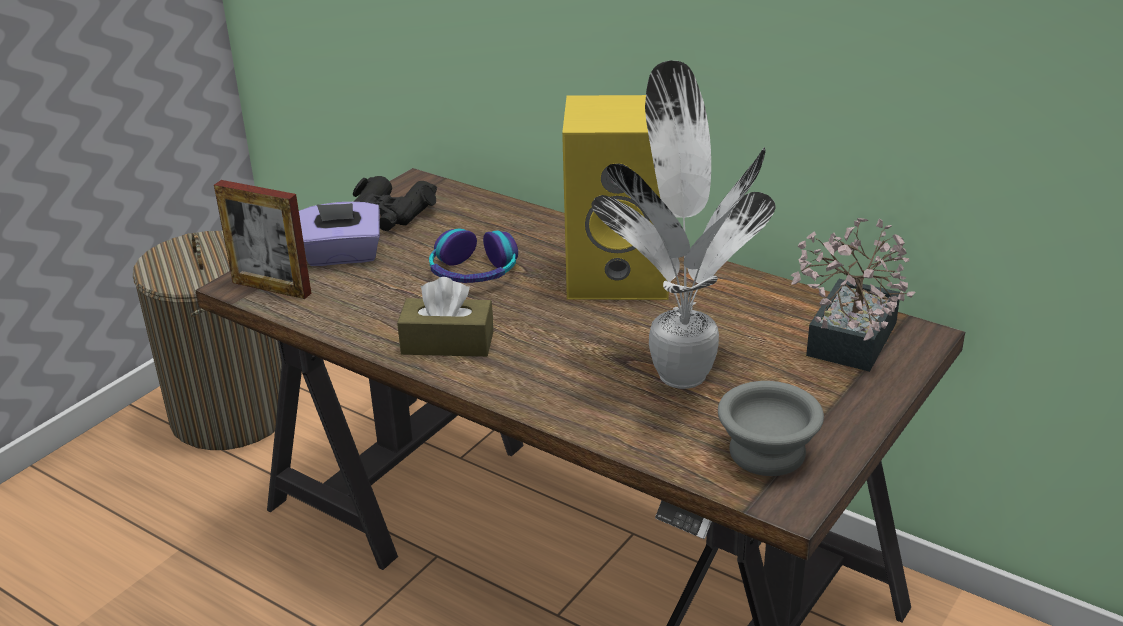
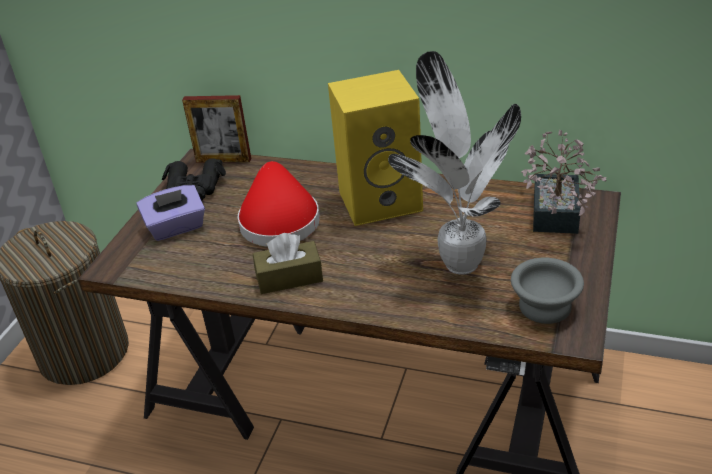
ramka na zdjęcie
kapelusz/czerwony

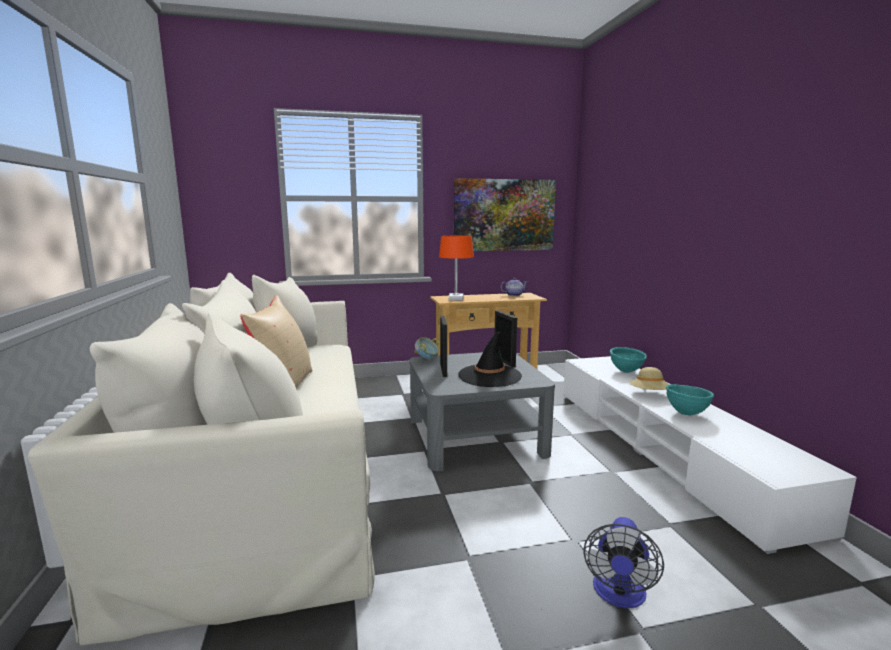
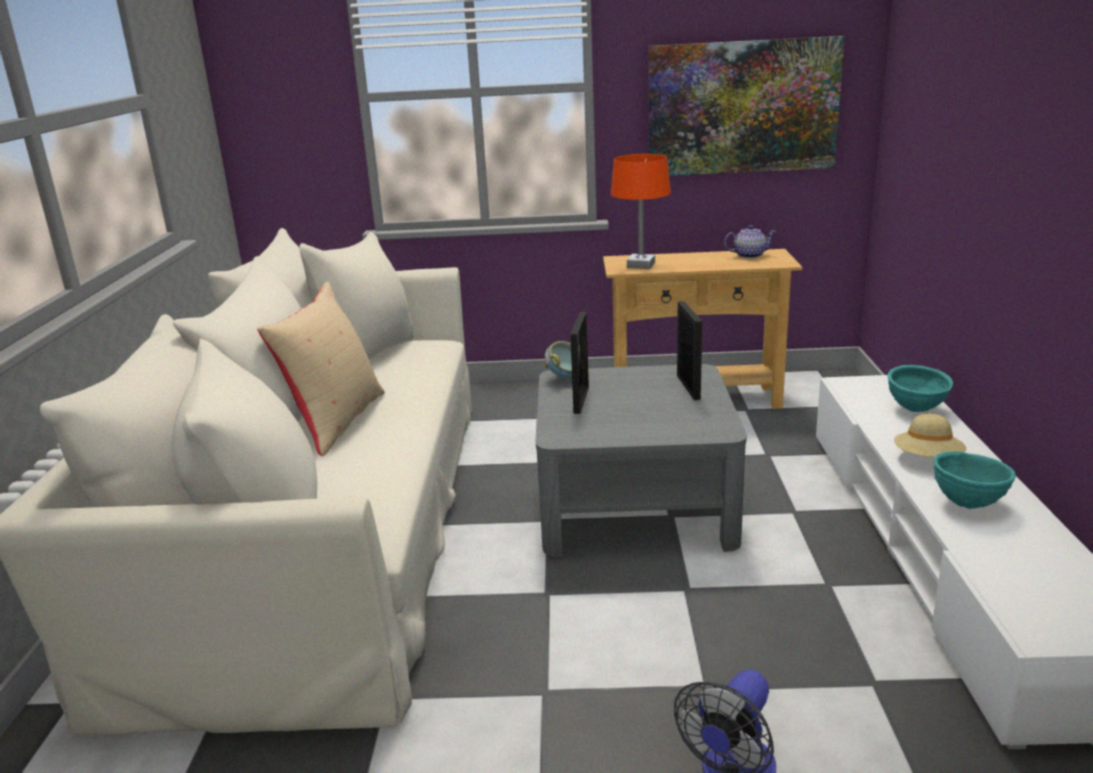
kapelusz/czarny

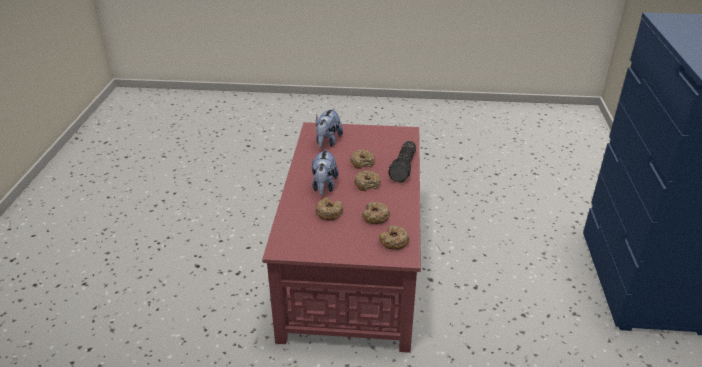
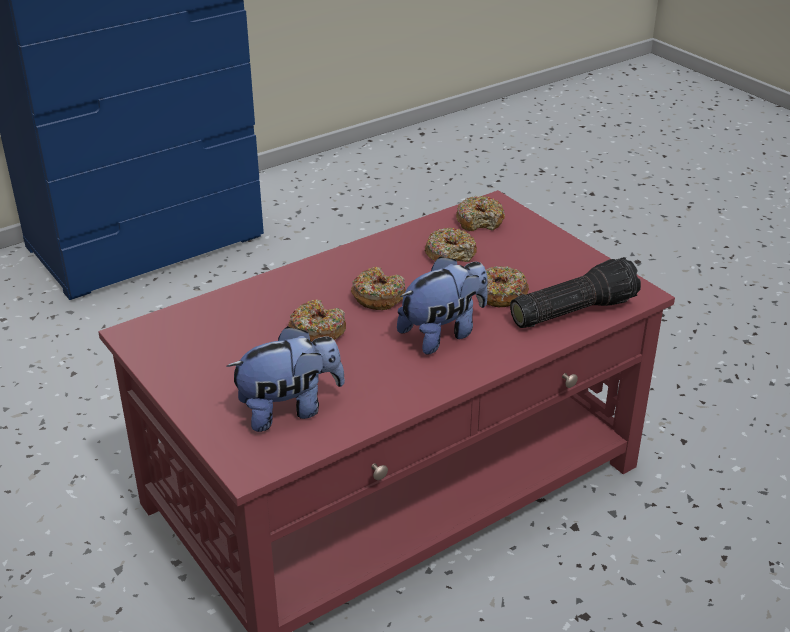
latarka

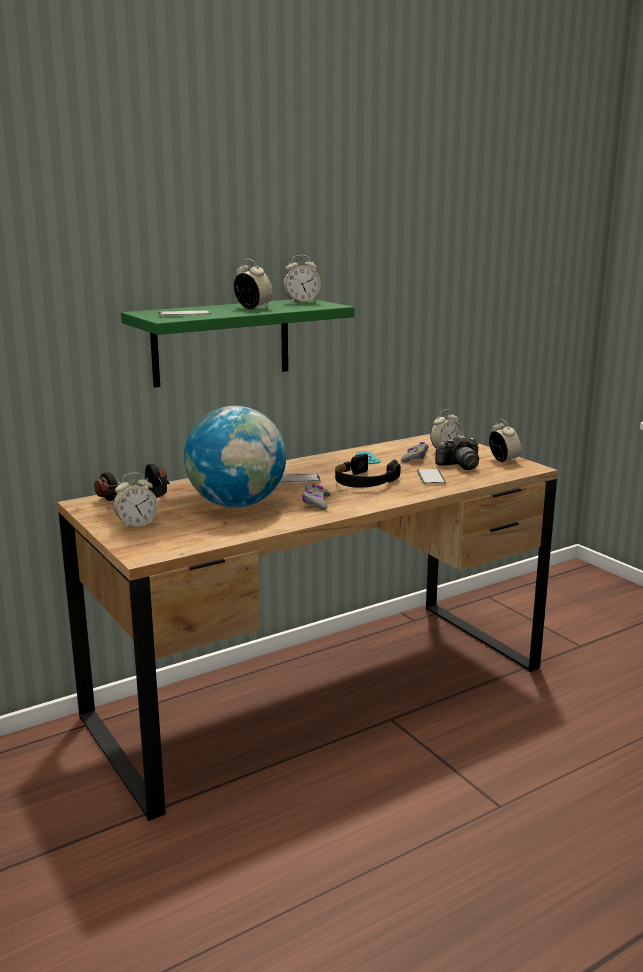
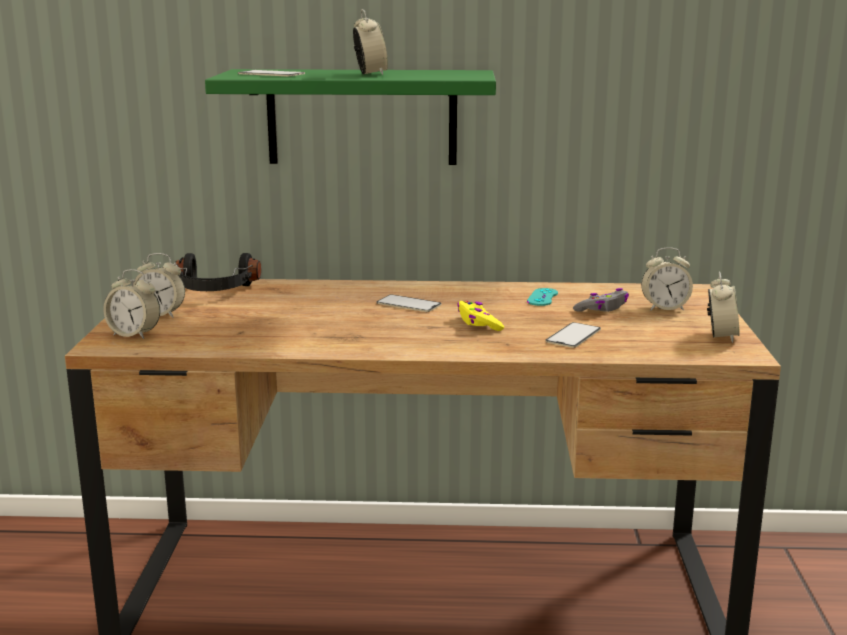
budzik (1st from left)
pad do gier/żółty
globus
pad do gier/szary (1st from left in the first image)
aparat fotograficzny

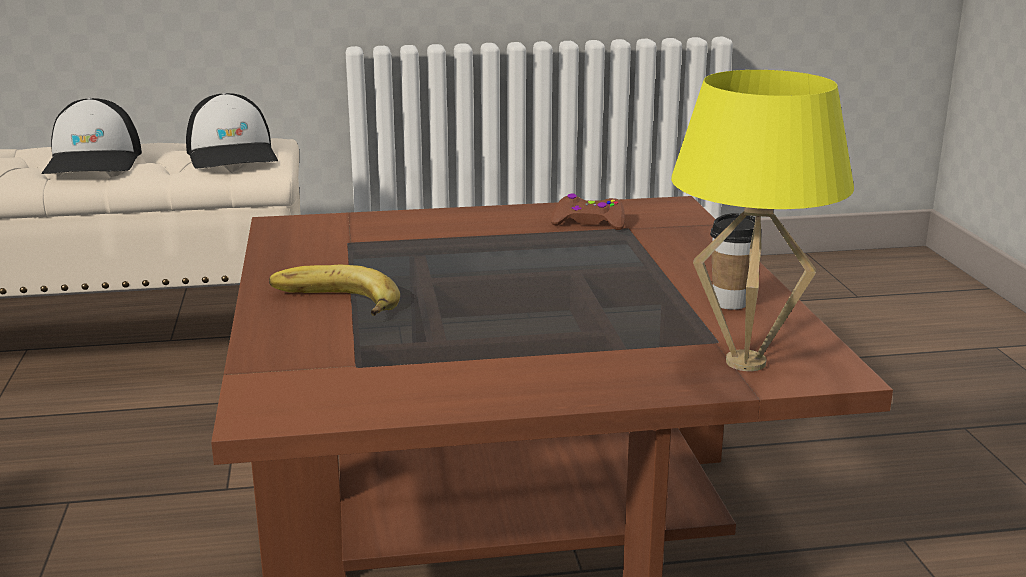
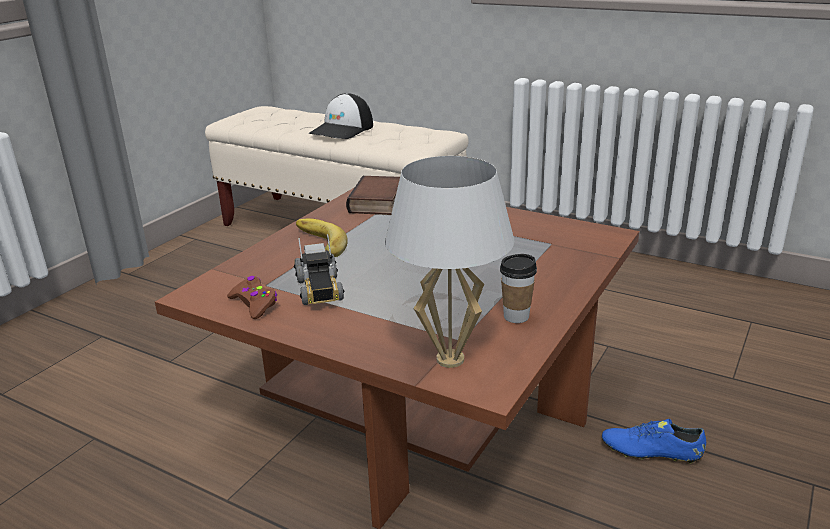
pad do gier/brązowy
ciężarówka zabawkowa
książka
lampa stołowa/biały
but/niebieski
czapka z daszkiem (2nd from left in the first image)

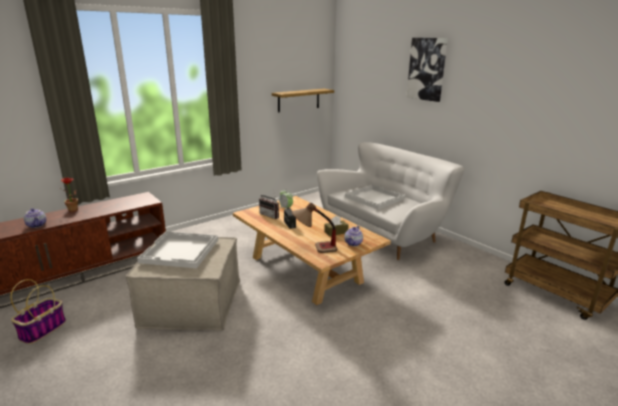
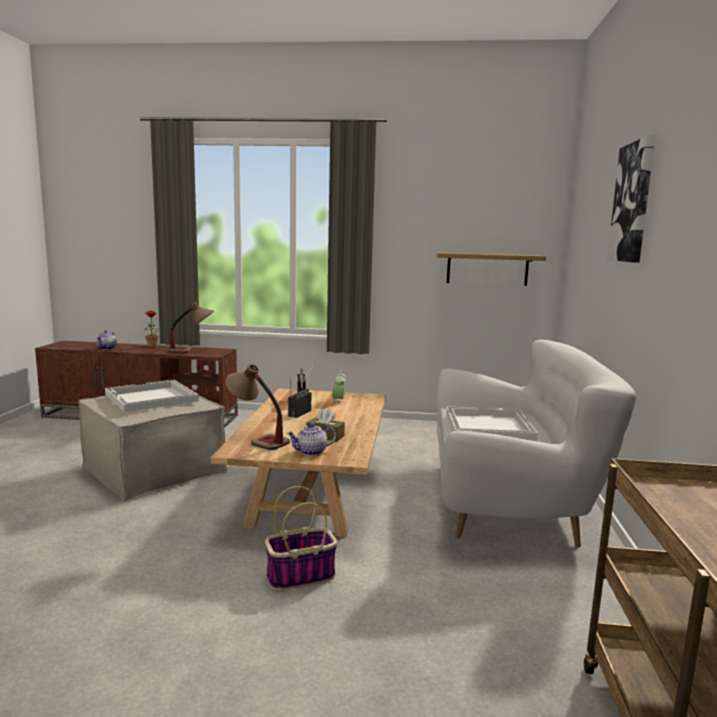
lampa stołowa (1st from left)
koszyk

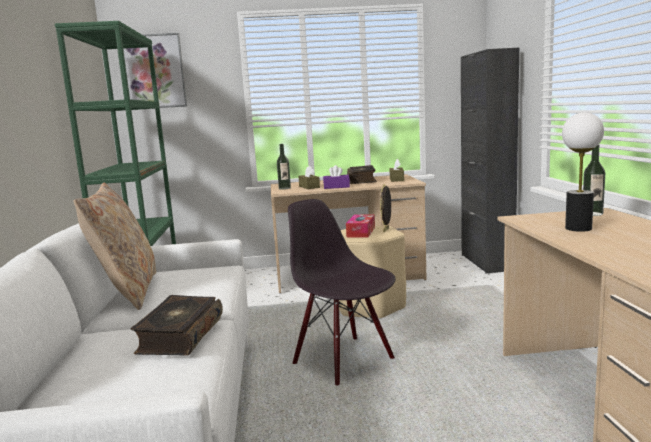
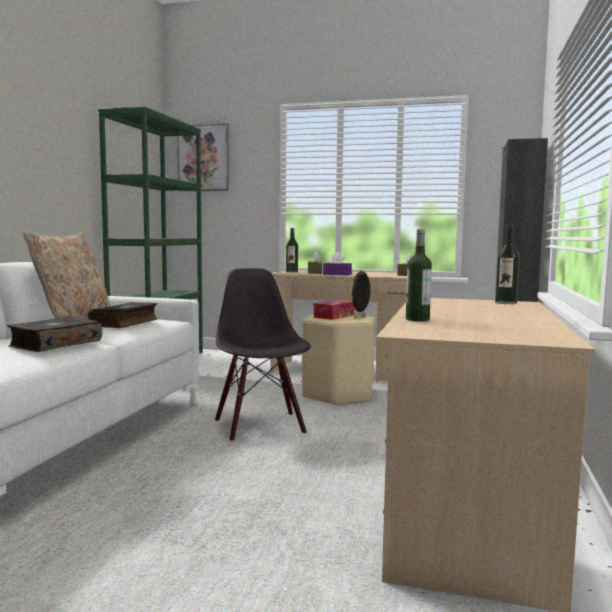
książka (2nd from left)
butelka (2nd from left)
lampa stołowa

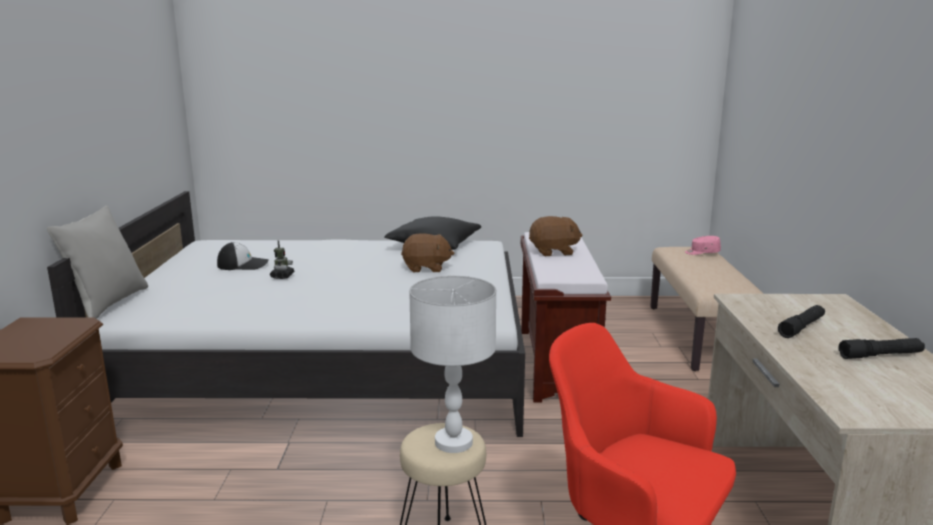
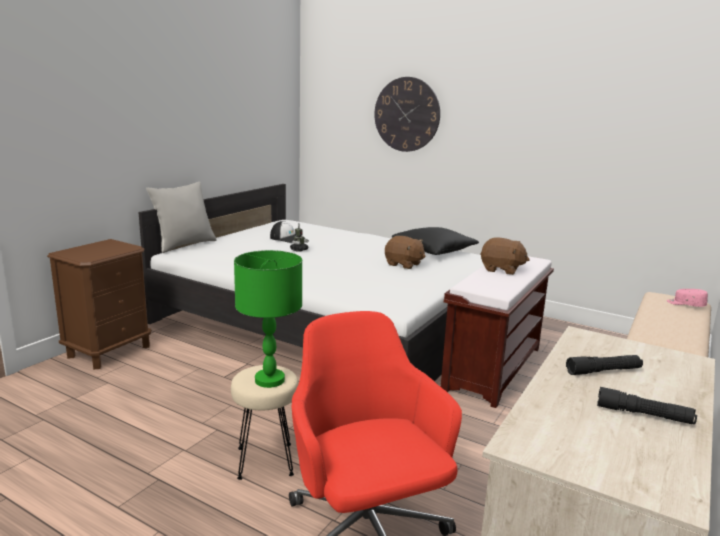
lampa stołowa/zielony
zegar ścienny

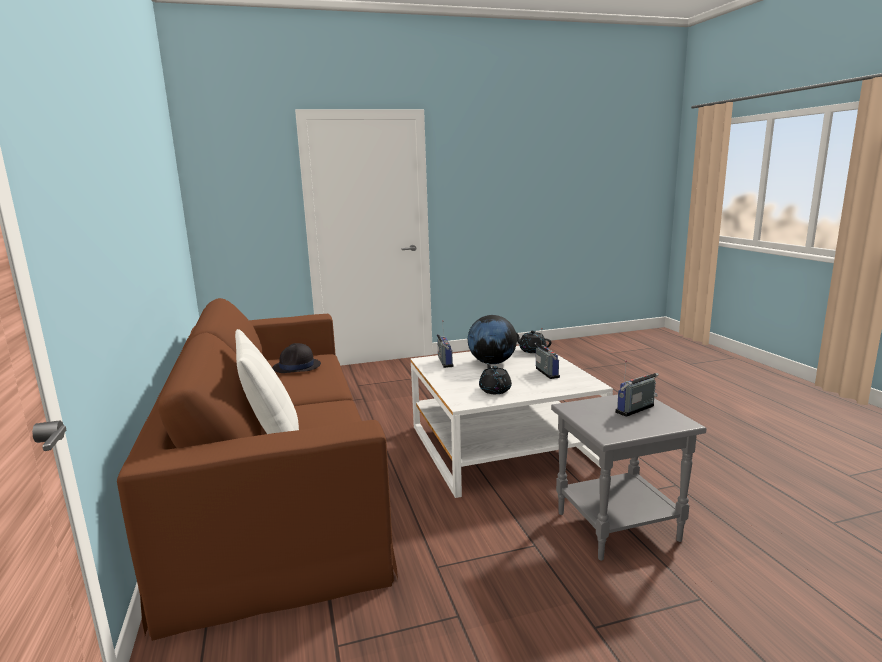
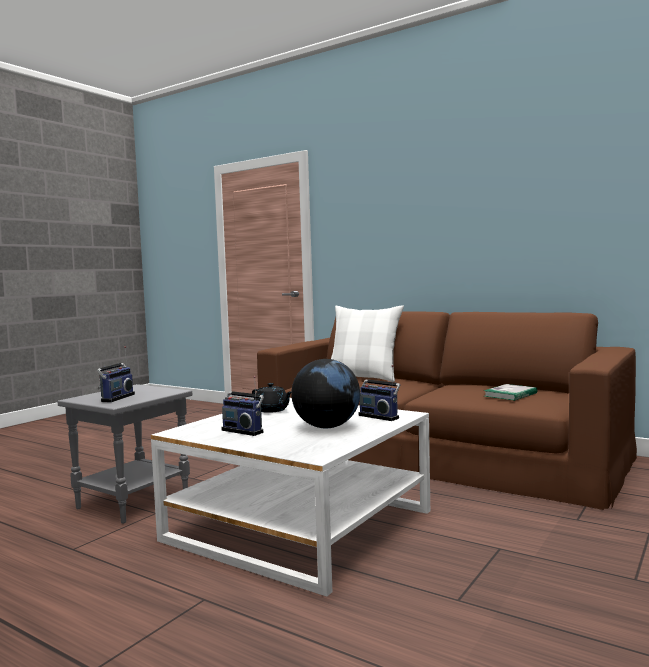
książka
imbryk/czarny (2nd from left in the first image)

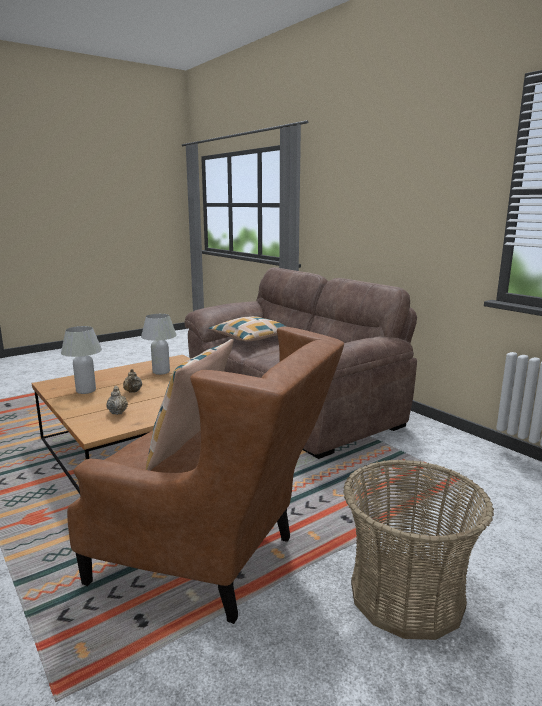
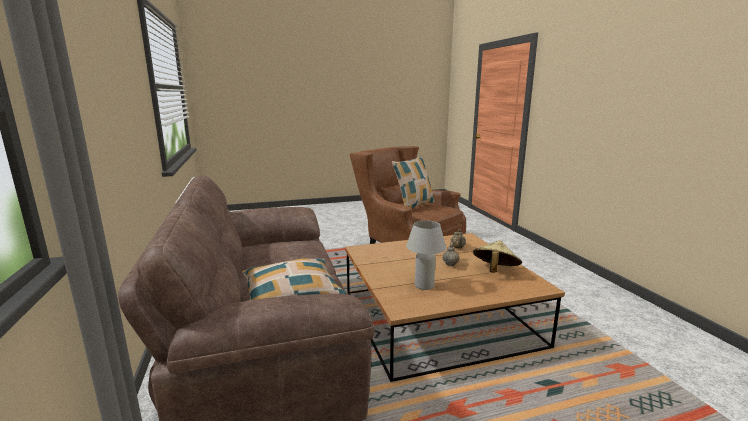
kapelusz/beżowy
koszyk

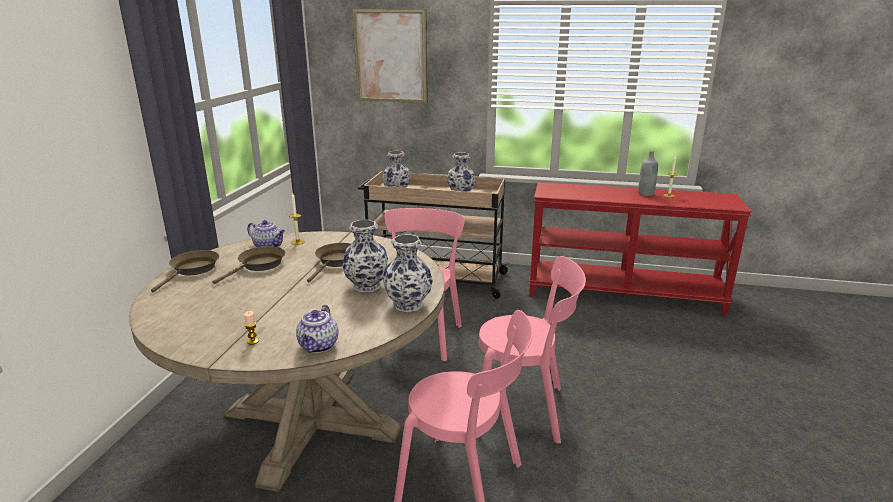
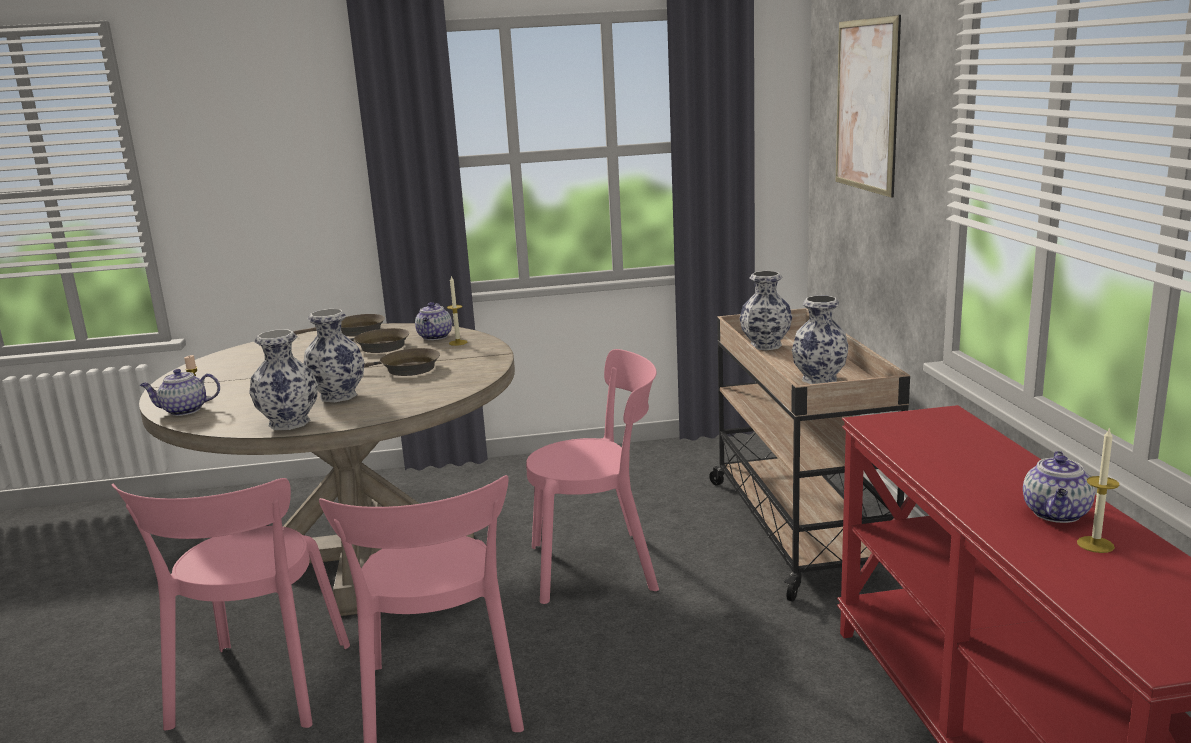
imbryk (3rd from left)

